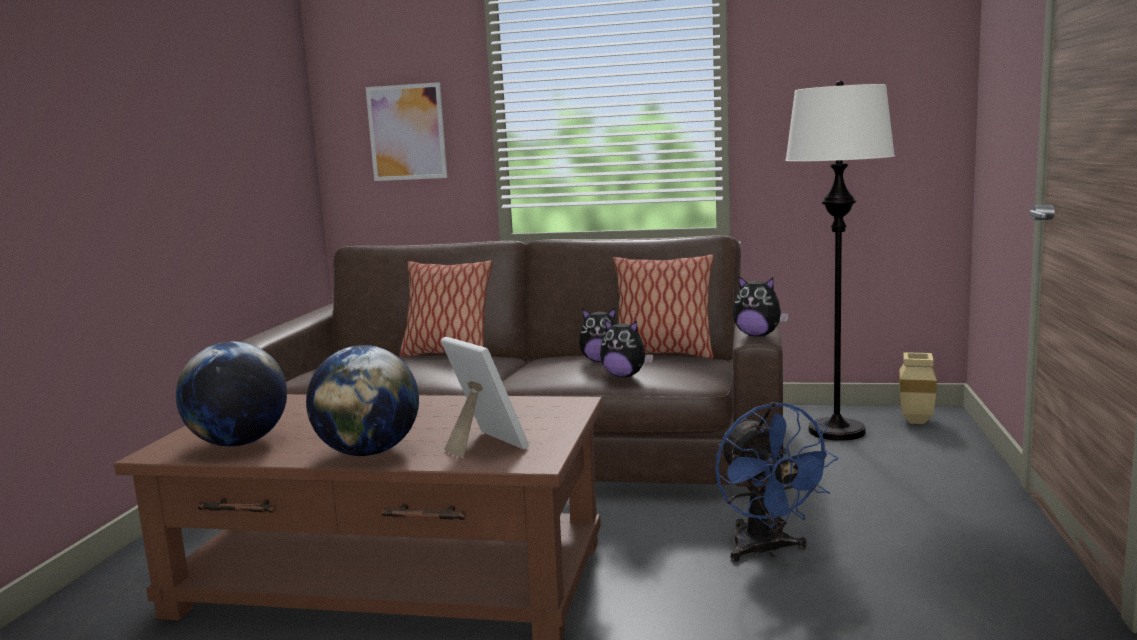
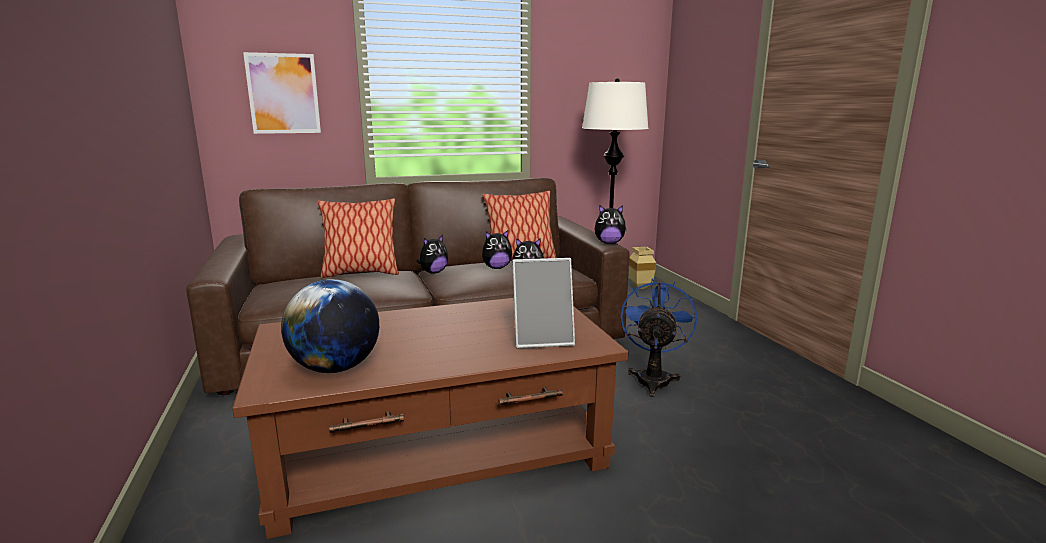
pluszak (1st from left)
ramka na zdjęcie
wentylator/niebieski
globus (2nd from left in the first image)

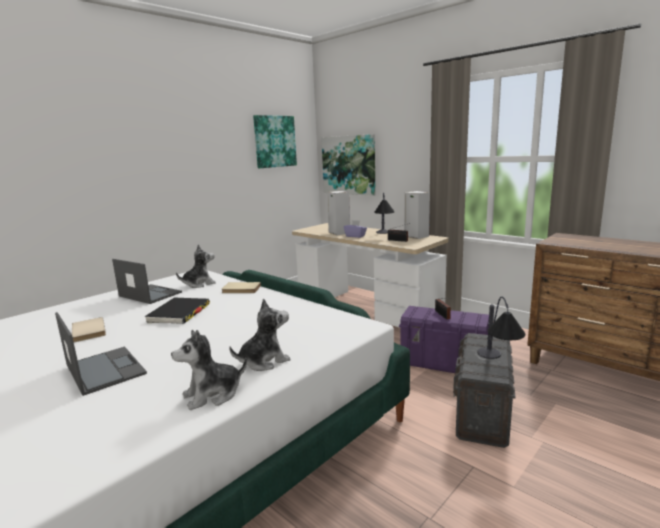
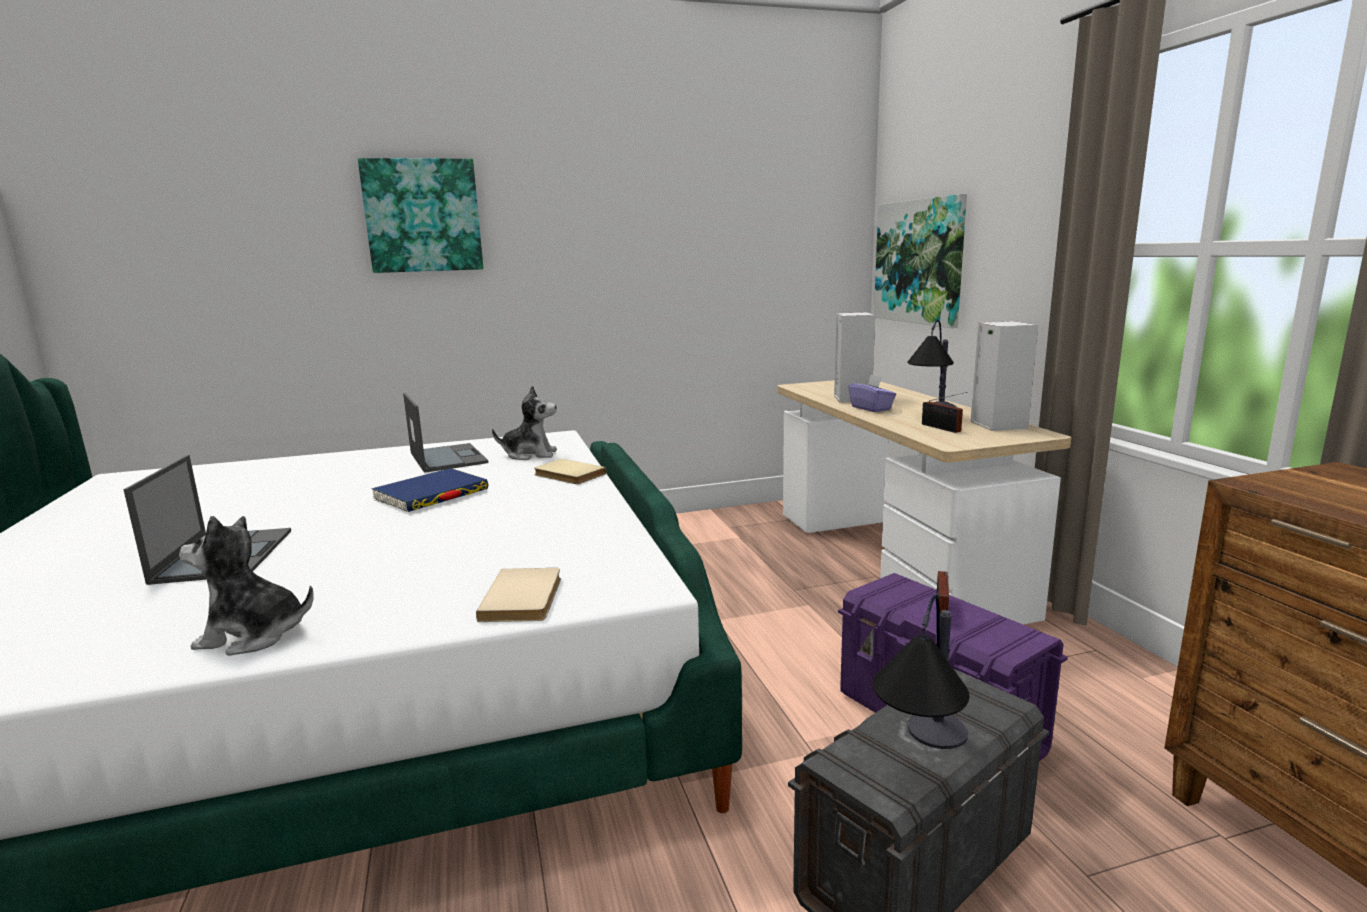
obraz (1st from left)
książka/niebieski
książka/beżowy (1st from left)
pluszak (3rd from left in the first image)

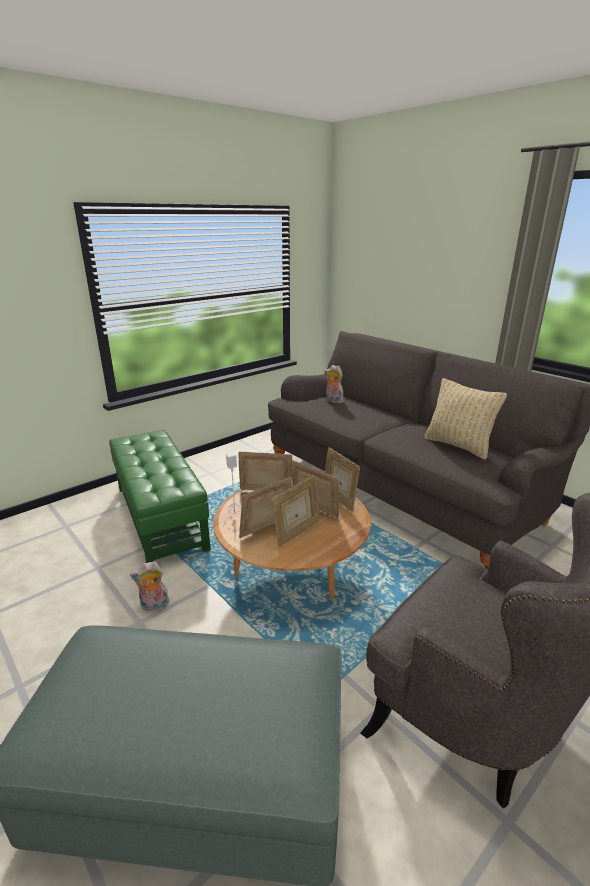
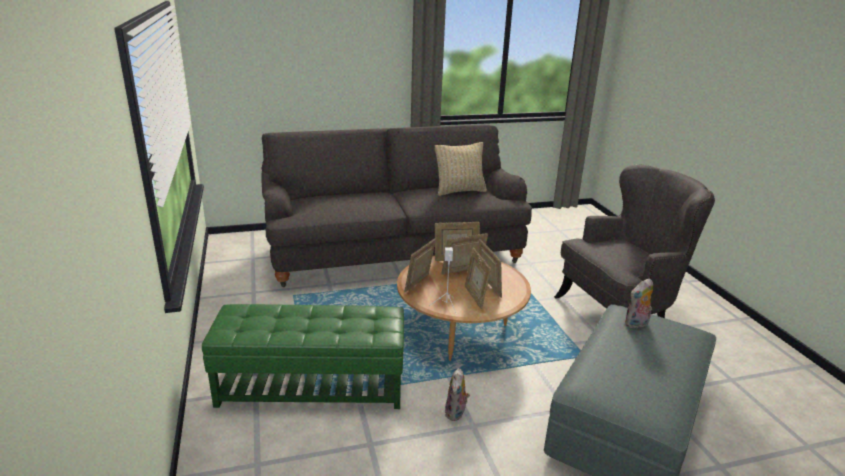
pluszak (2nd from left)

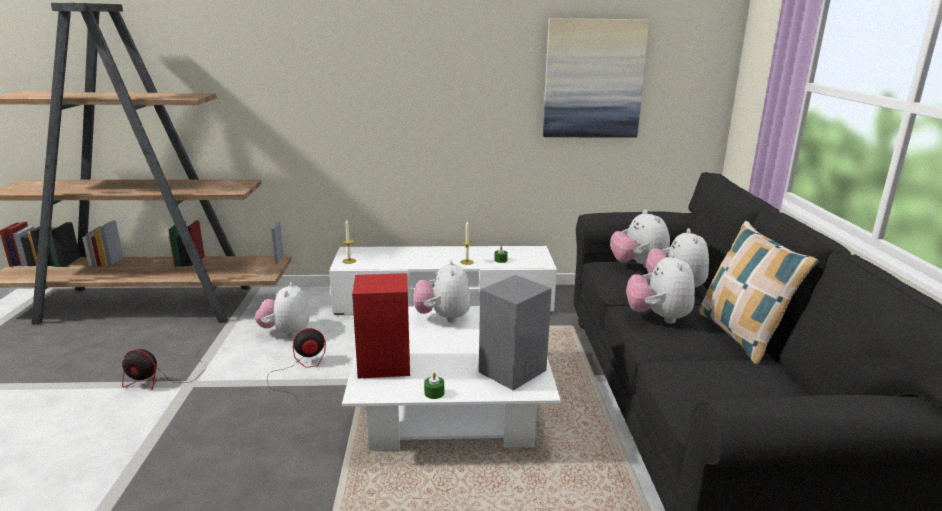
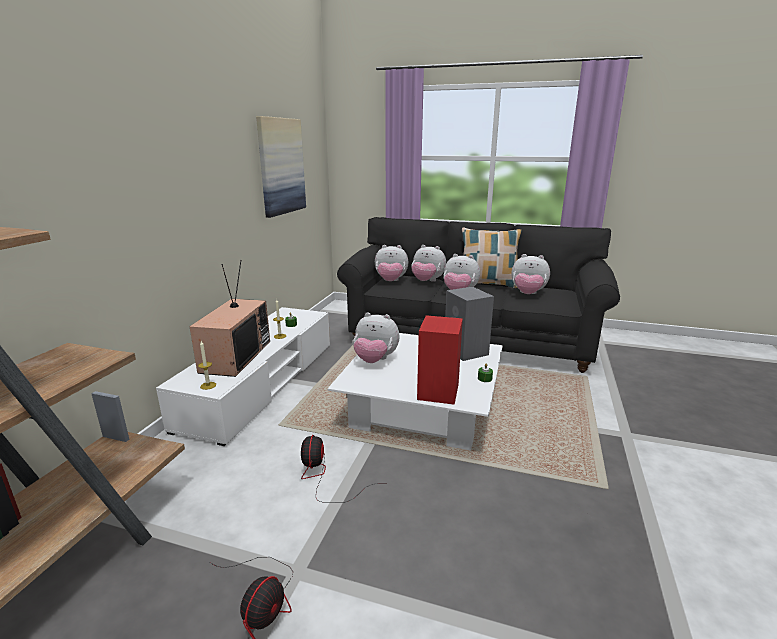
telewizor
pluszak (5th from left)

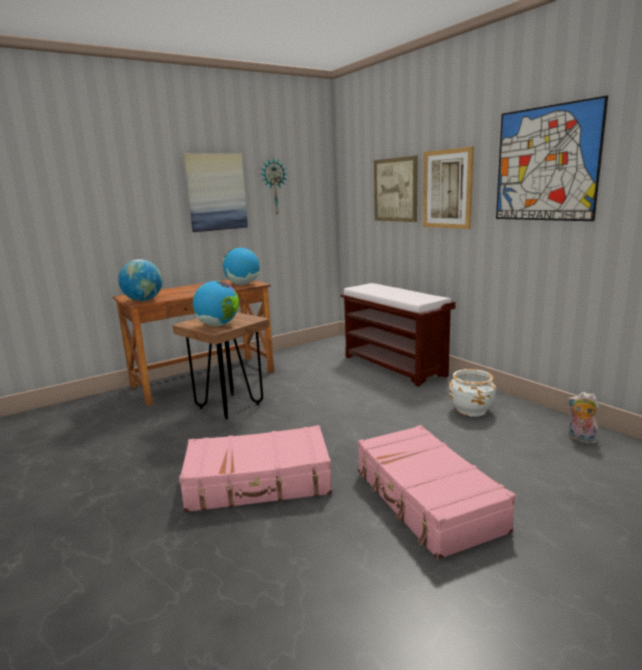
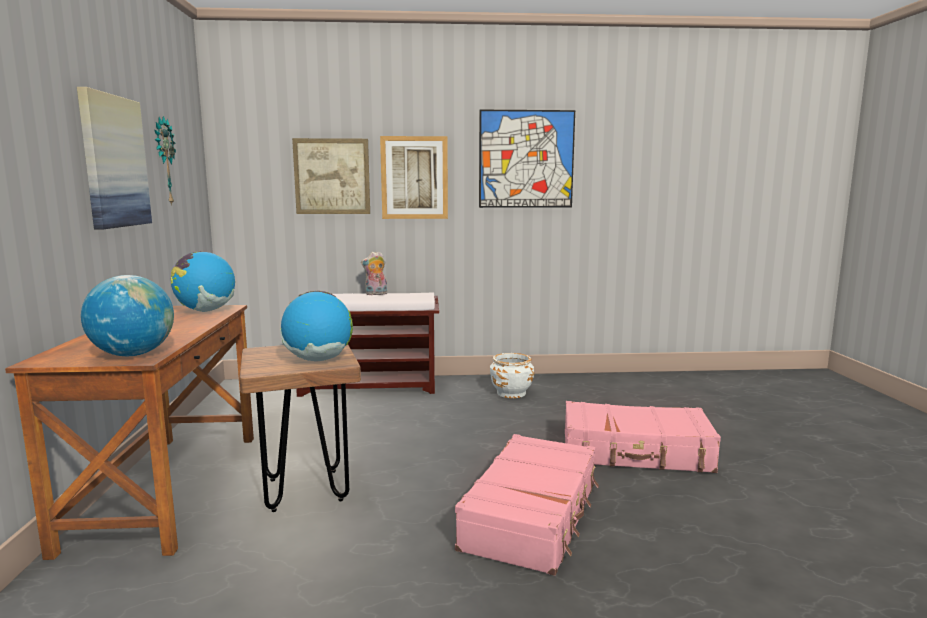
pluszak

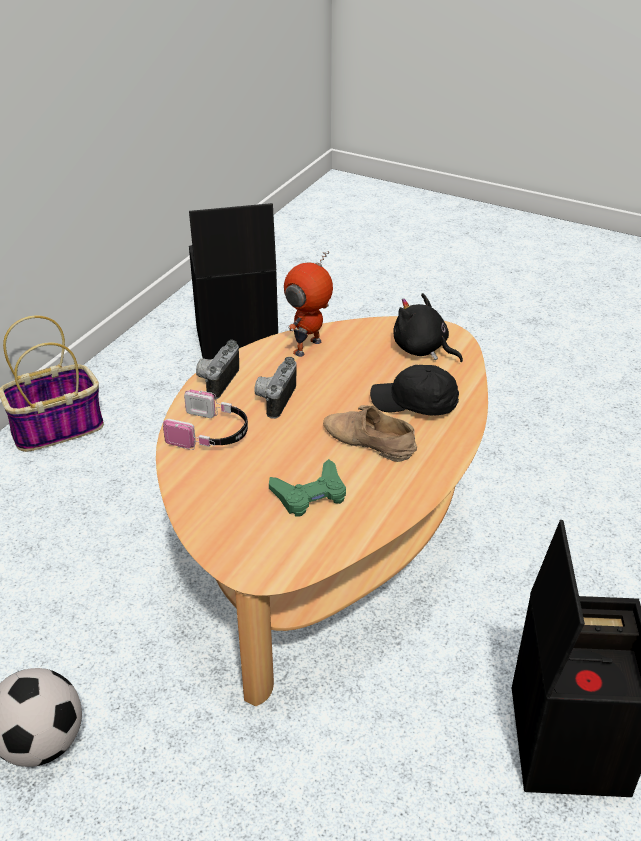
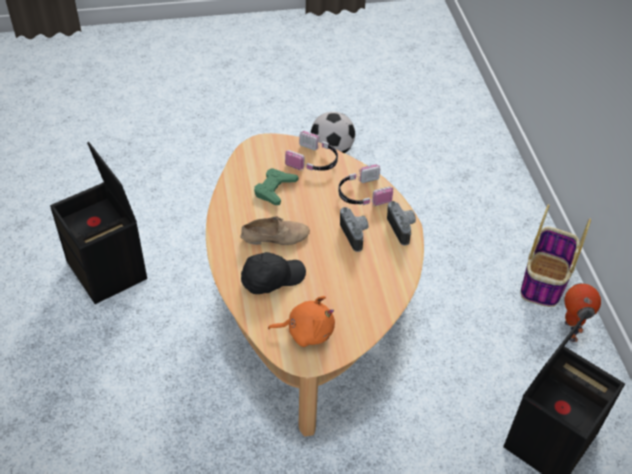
pluszak/pomarańczowy
słuchawki (1st from left)
robot zabawkowy

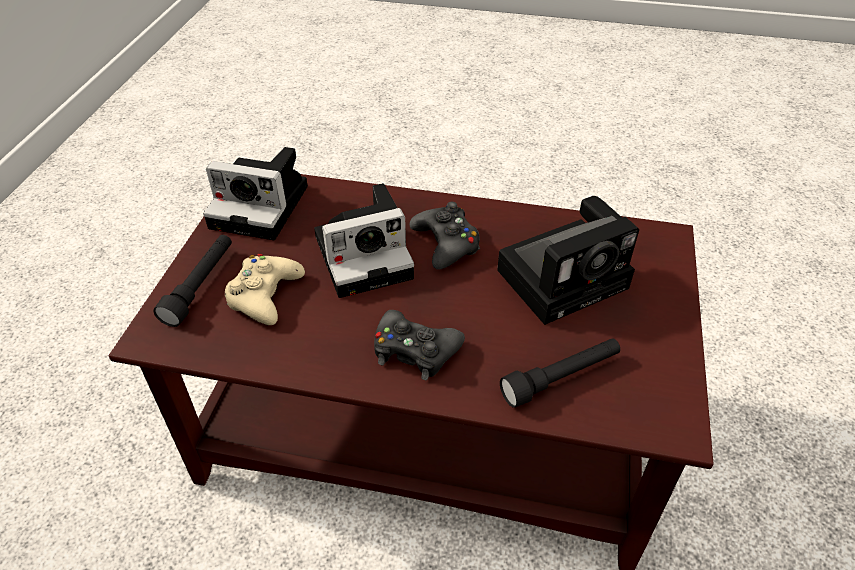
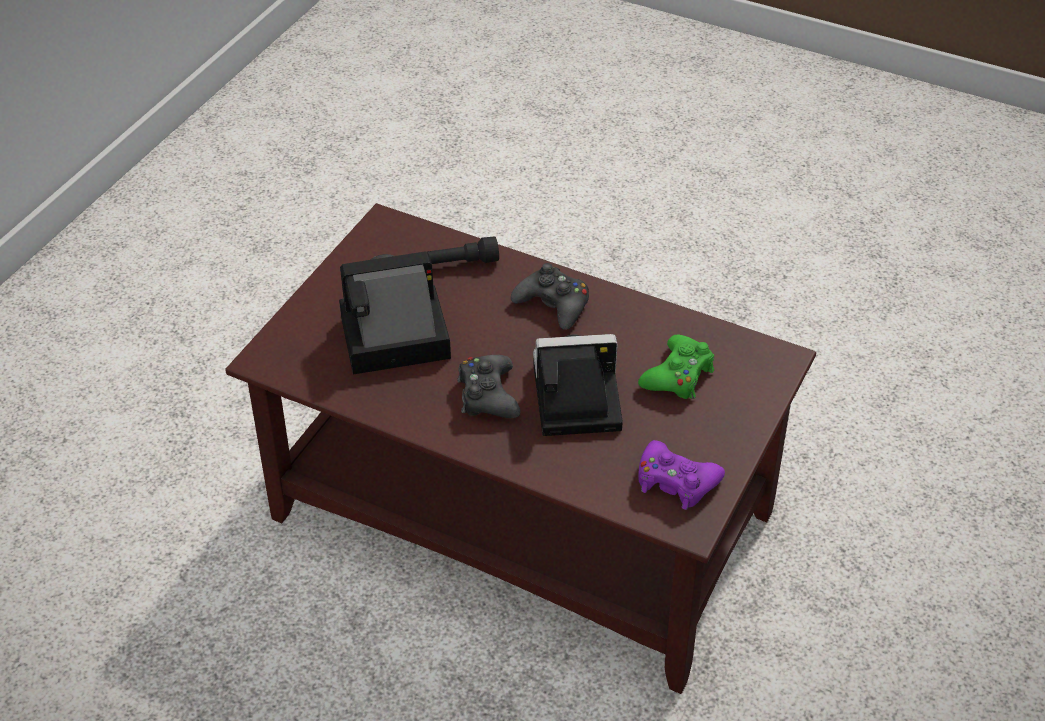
pad do gier/zielony
pad do gier/fioletowy
latarka/czarny (1st from left in the first image)

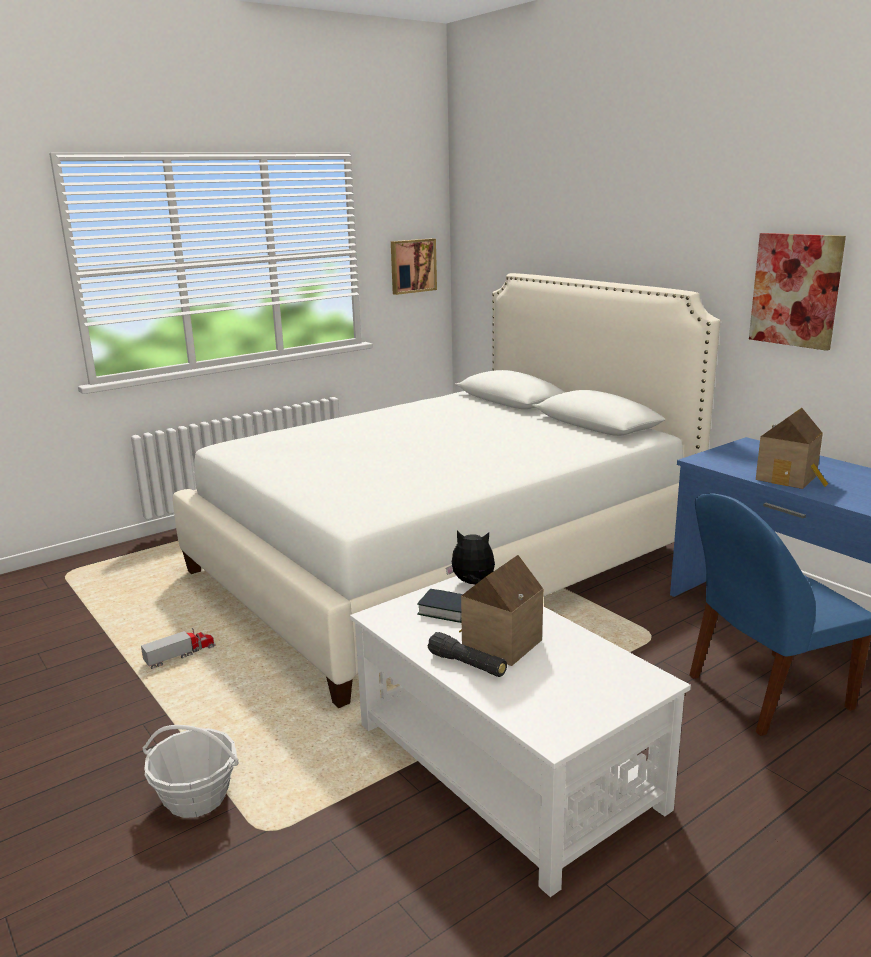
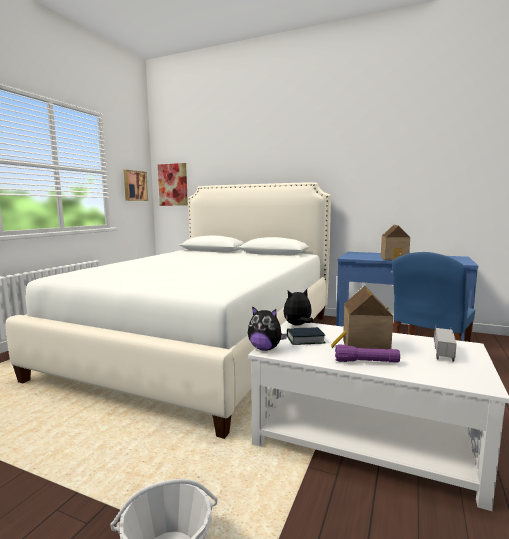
obraz (2nd from left)
pluszak (1st from left)
latarka/fioletowy
ciężarówka zabawkowa

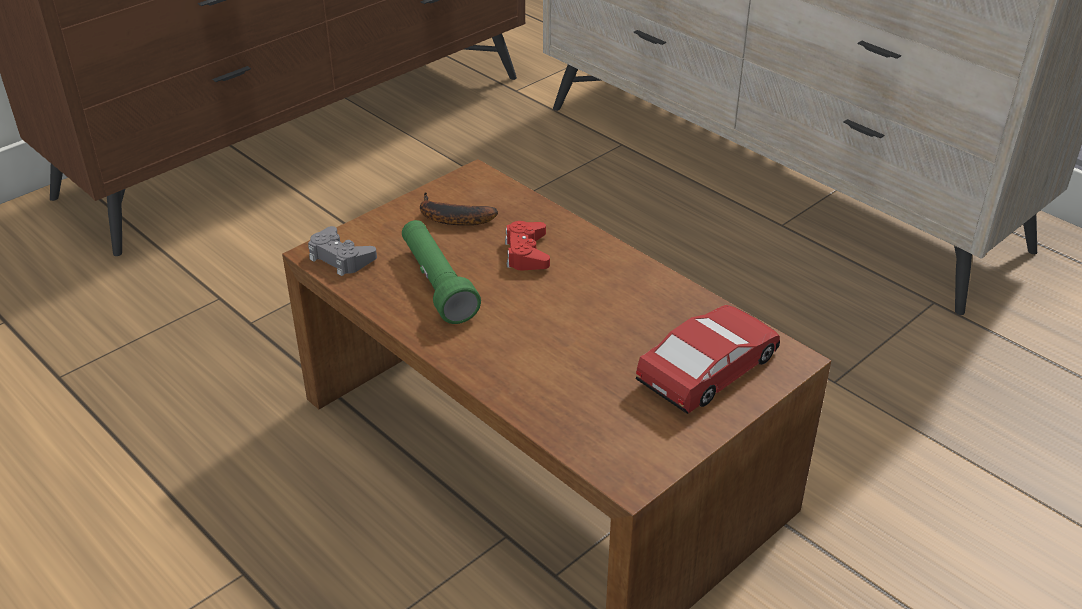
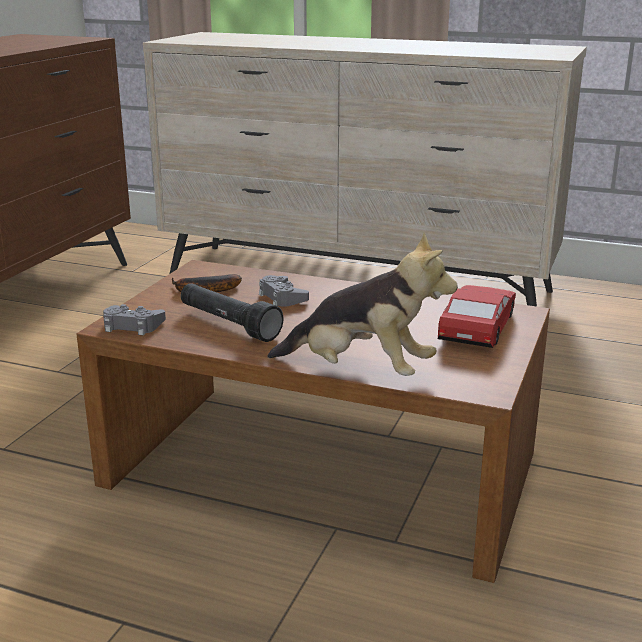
latarka/czarny
pad do gier/szary (2nd from left)
pluszak

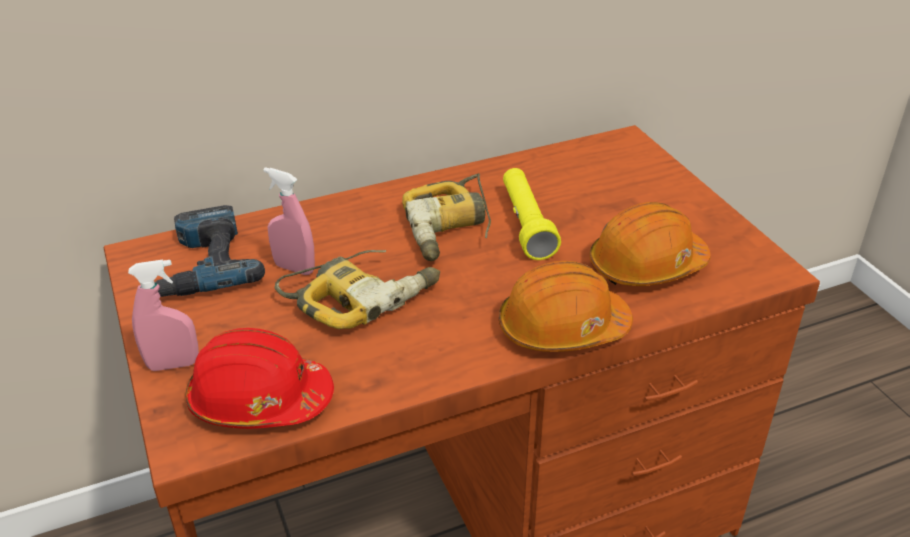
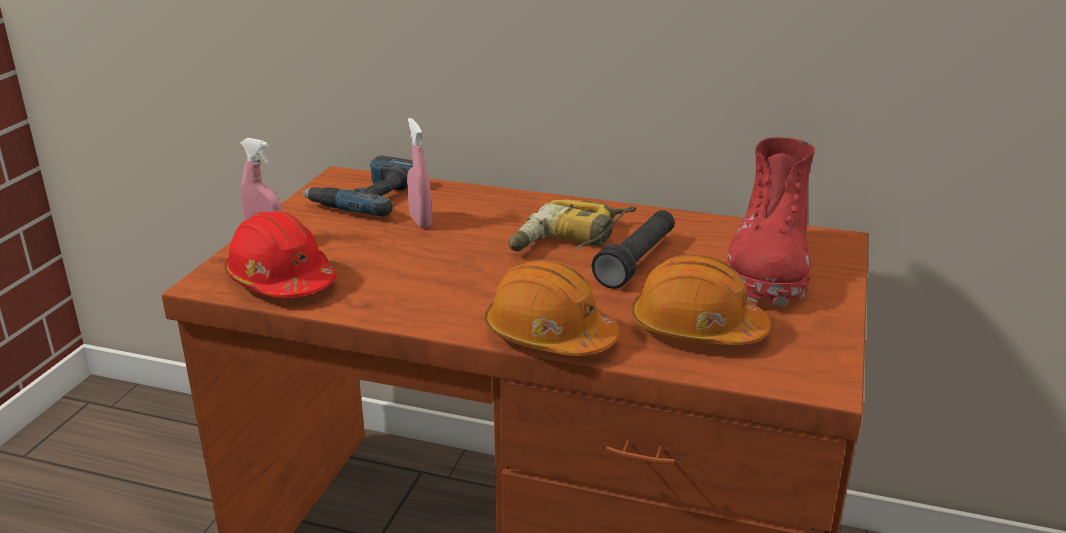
latarka/czarny
but z cholewką/czerwony
wiertarka (2nd from left in the first image)

